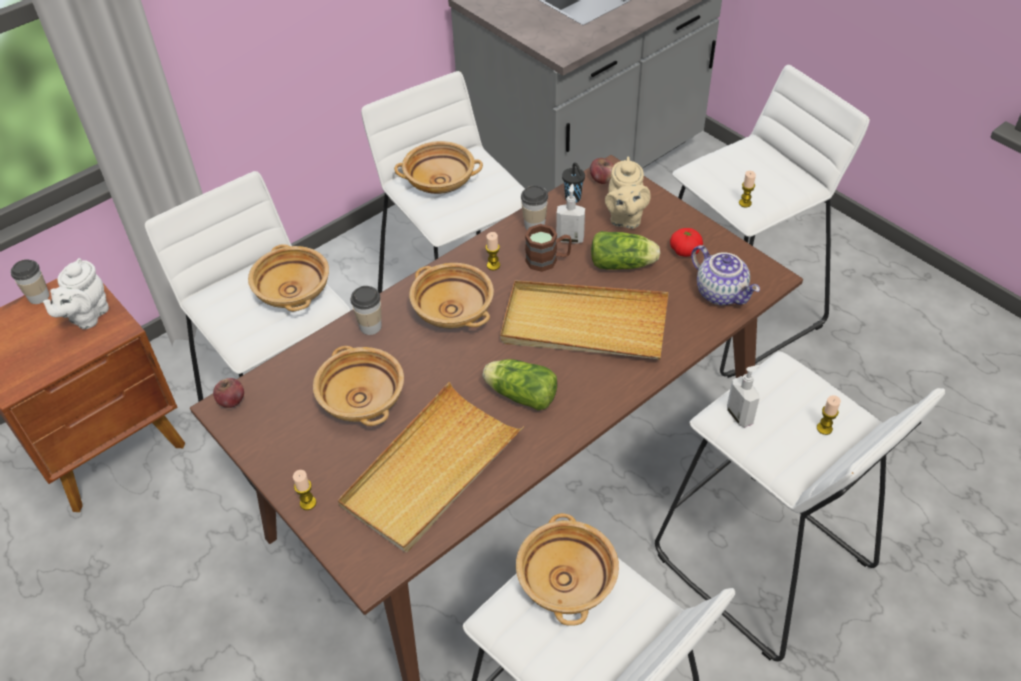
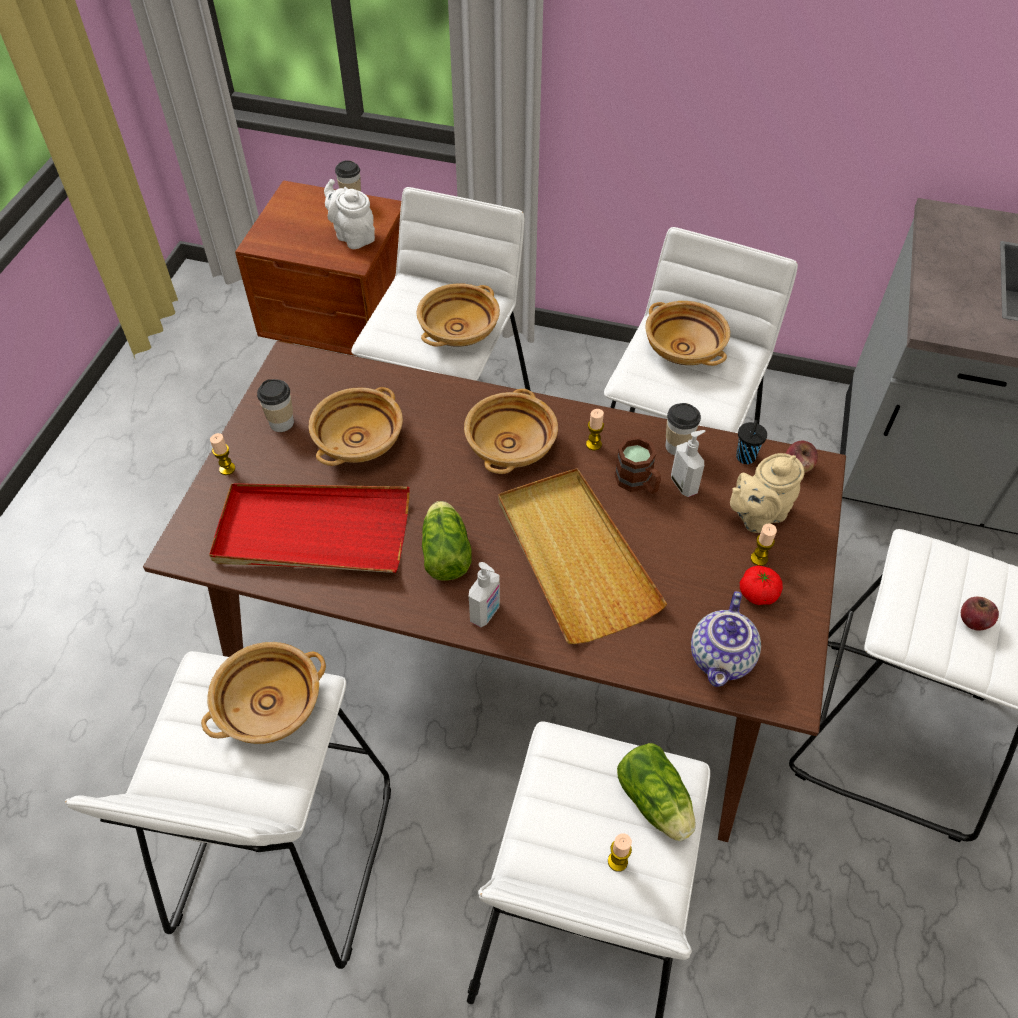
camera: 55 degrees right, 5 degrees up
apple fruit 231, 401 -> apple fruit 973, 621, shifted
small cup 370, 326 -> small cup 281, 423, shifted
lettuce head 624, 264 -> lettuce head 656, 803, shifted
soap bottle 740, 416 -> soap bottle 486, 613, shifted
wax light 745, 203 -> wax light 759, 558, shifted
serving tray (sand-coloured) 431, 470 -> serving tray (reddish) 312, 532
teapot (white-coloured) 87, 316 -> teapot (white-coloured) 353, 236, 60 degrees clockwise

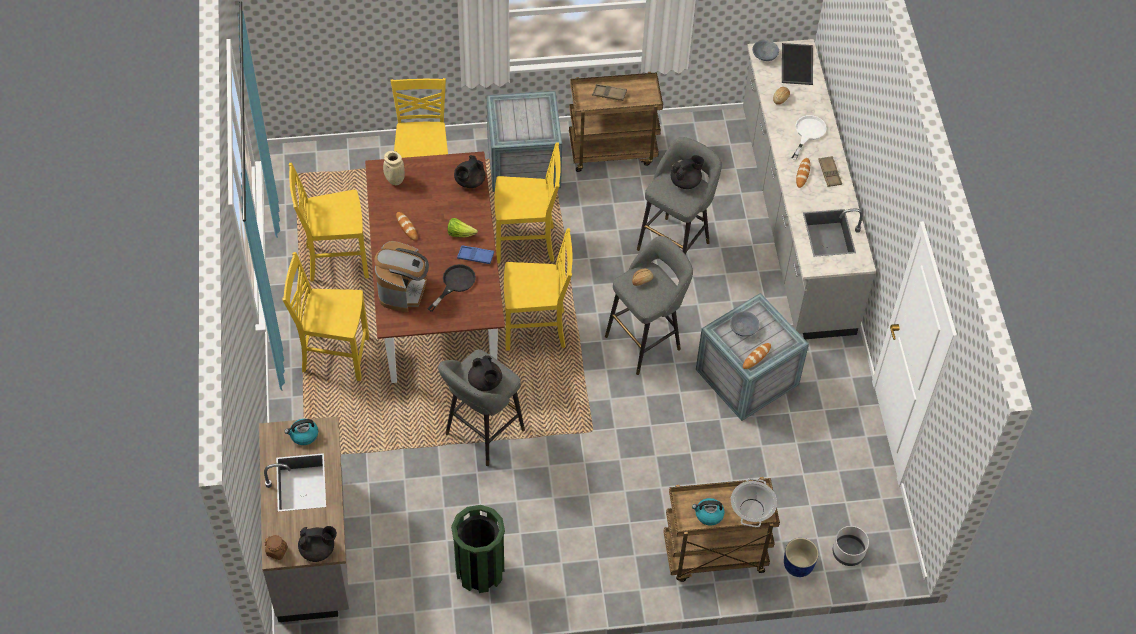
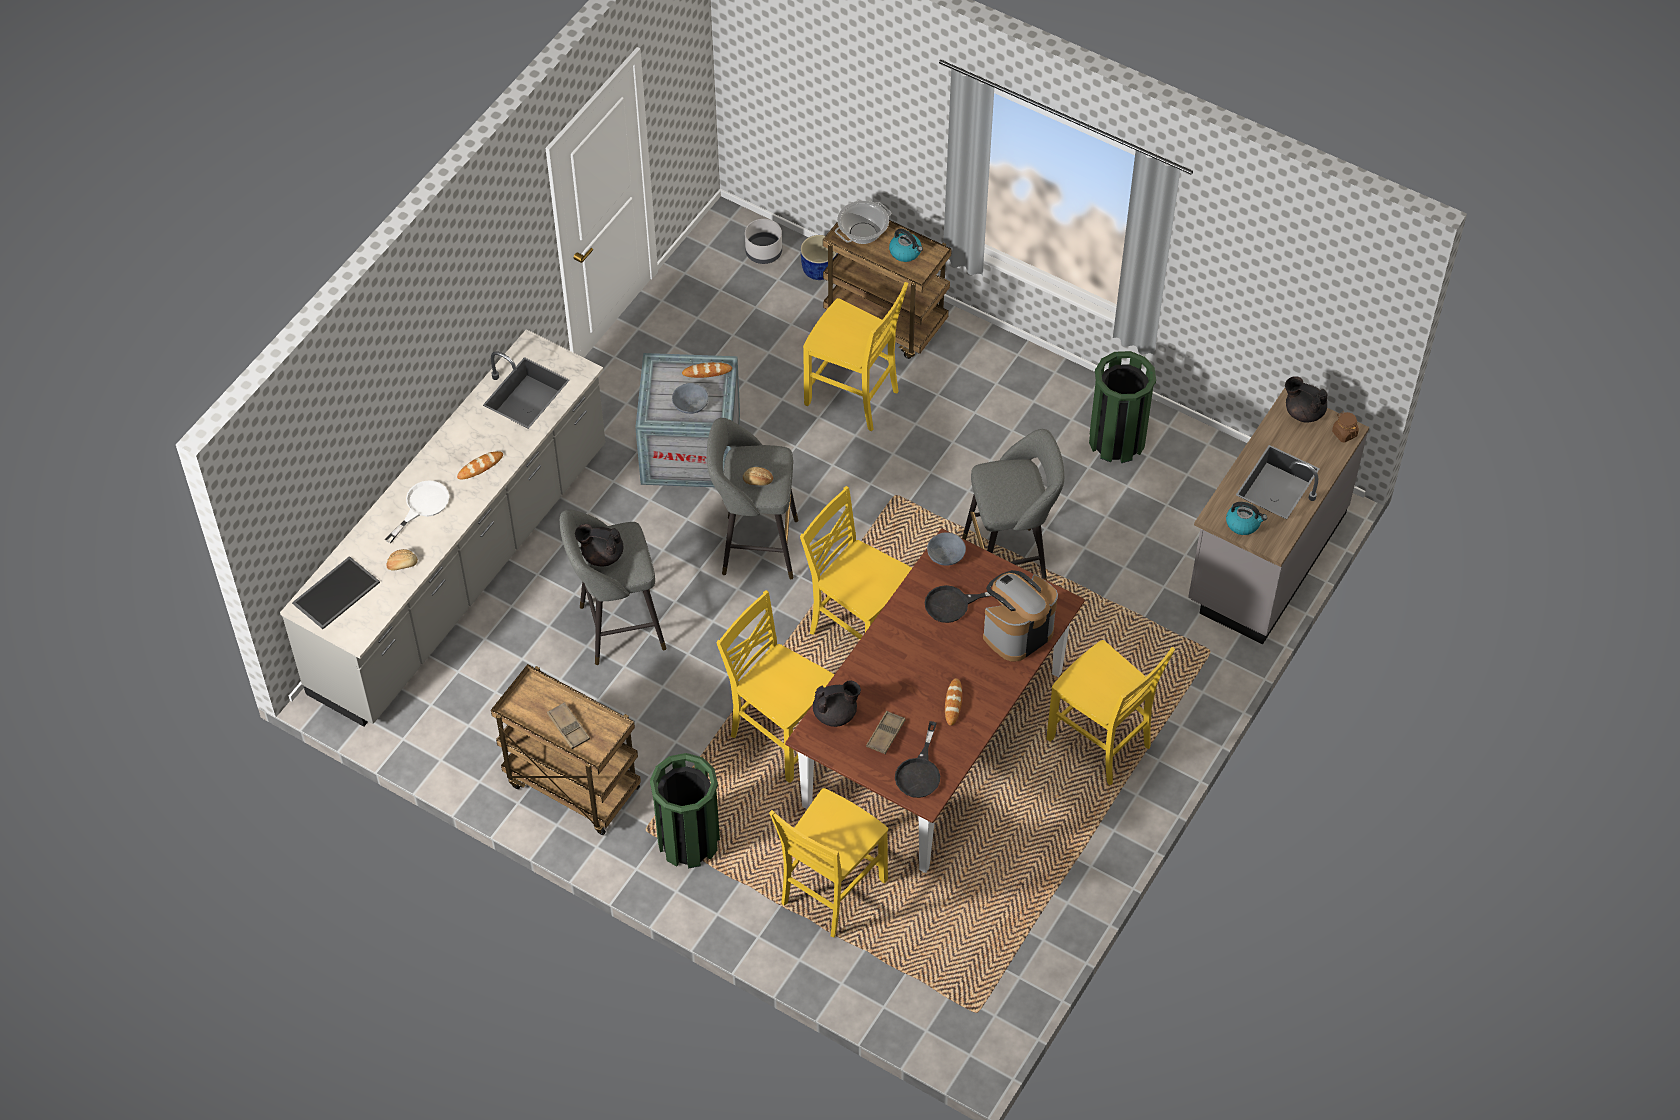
camera: 140 degrees left, 0 degrees up
lettuce head 460, 233 -> none
serving tray (blue-coloured) 475, 256 -> none
teapot (black) 485, 382 -> none
chair (yellow-coloured) 335, 260 -> chair (yellow-coloured) 854, 398, shifted
bowl (gray) 764, 56 -> bowl (gray) 946, 555, shifted
serving tray (brown-coloured) 829, 173 -> serving tray (brown-coloured) 885, 734, shifted
vase (sand-coloured) 394, 180 -> pan (black) 919, 772
shipping crate 523, 163 -> waste bin (green) 688, 841
pan (white-coloured) 808, 133 -> pan (white-coloured) 422, 506, 150 degrees clockwise

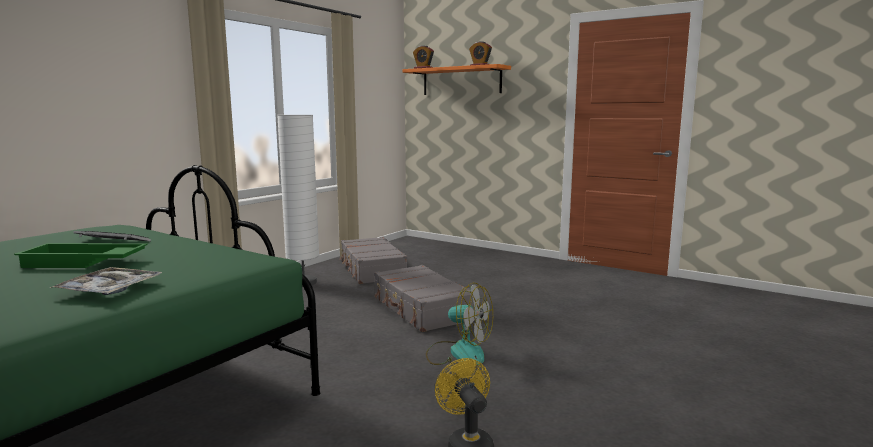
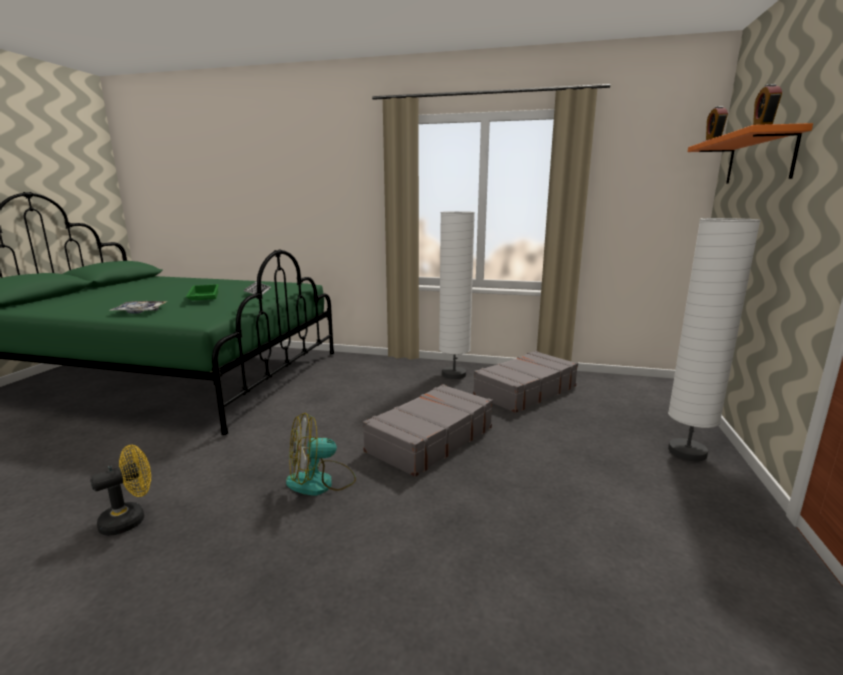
camera: 70 degrees right, 5 degrees up
none -> standing lamp (white-coloured) 687, 452
electric fan 458, 352 -> electric fan 321, 482, 60 degrees clockwise

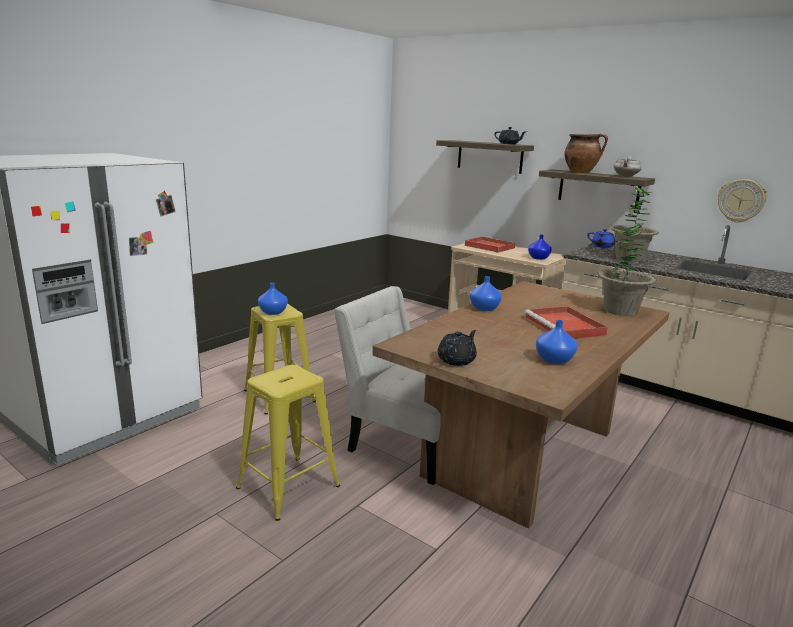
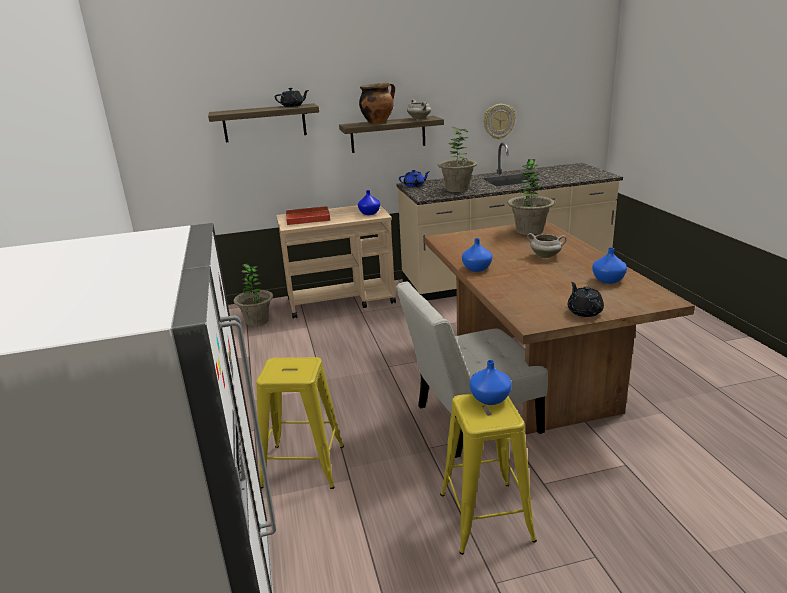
camera: 50 degrees left, 5 degrees up
none -> houseplant 257, 321
vase (blue-coloured) 273, 312 -> vase (blue-coloured) 491, 398, shifted
serving tray (reddish) 565, 326 -> cooking pot (white-coloured) 546, 256

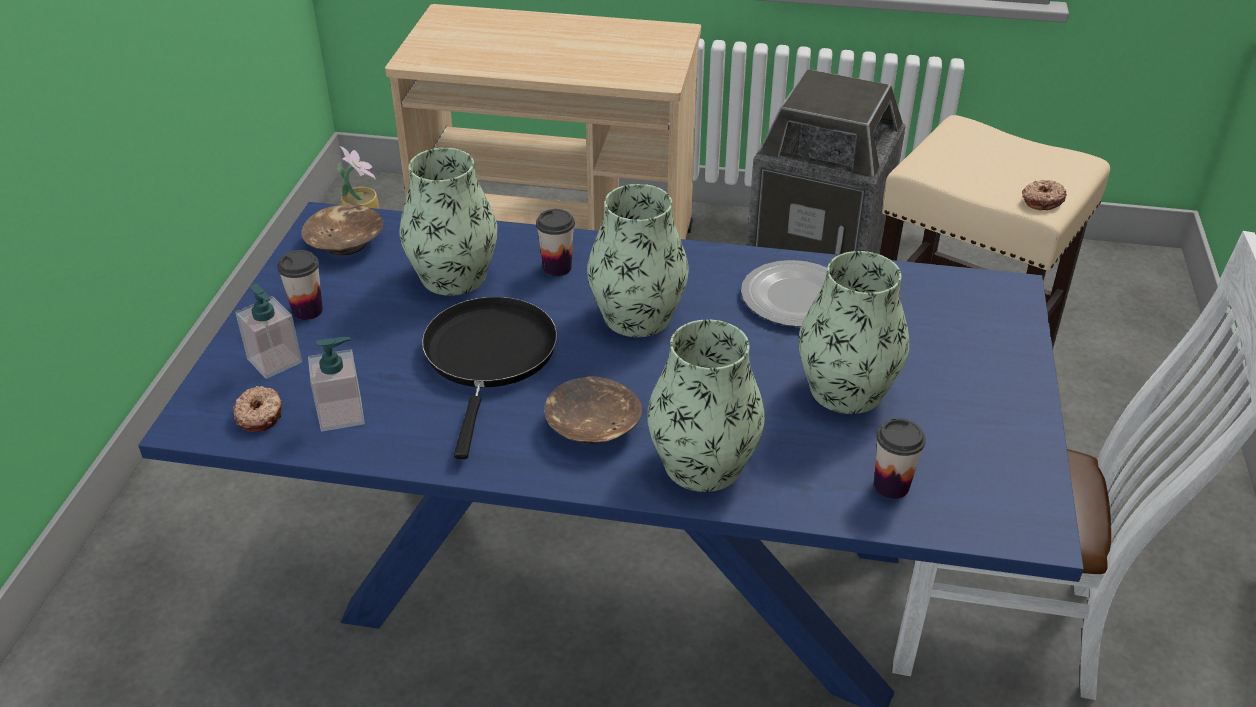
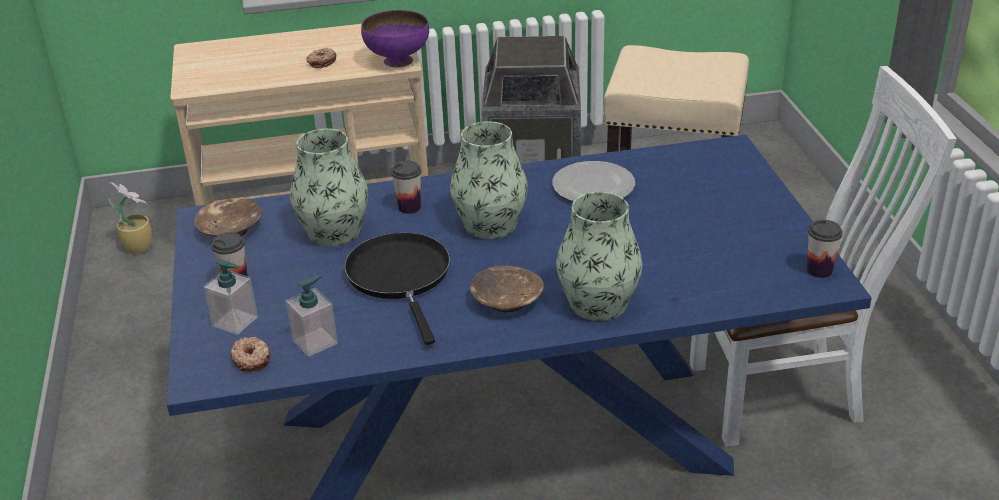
camera: 20 degrees left, 5 degrees down
vase 846, 389 -> none
none -> bowl (purple) 397, 61
small cup 891, 486 -> small cup 819, 270, shifted
donut 1041, 200 -> donut 321, 62, shifted

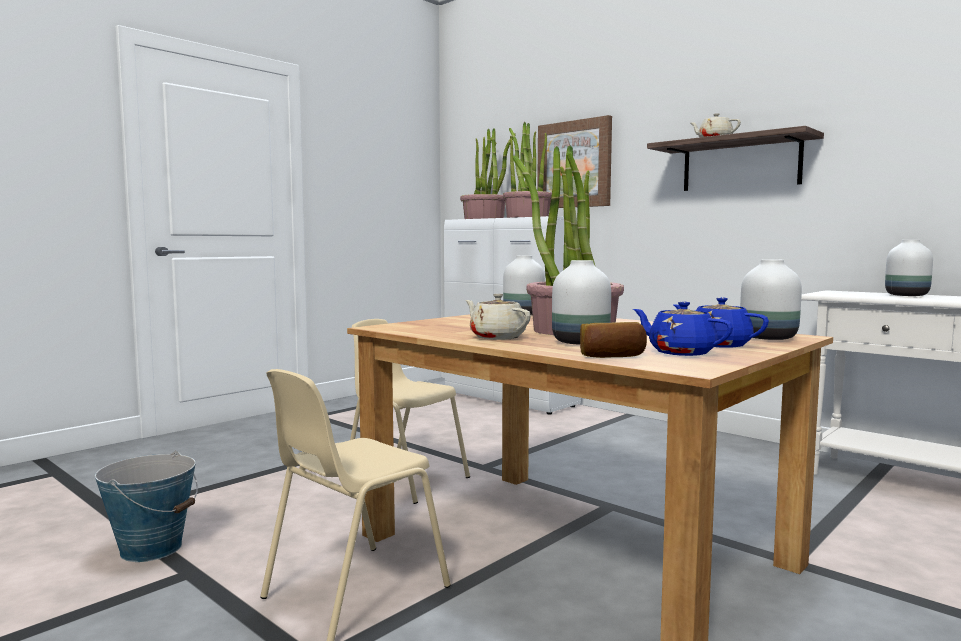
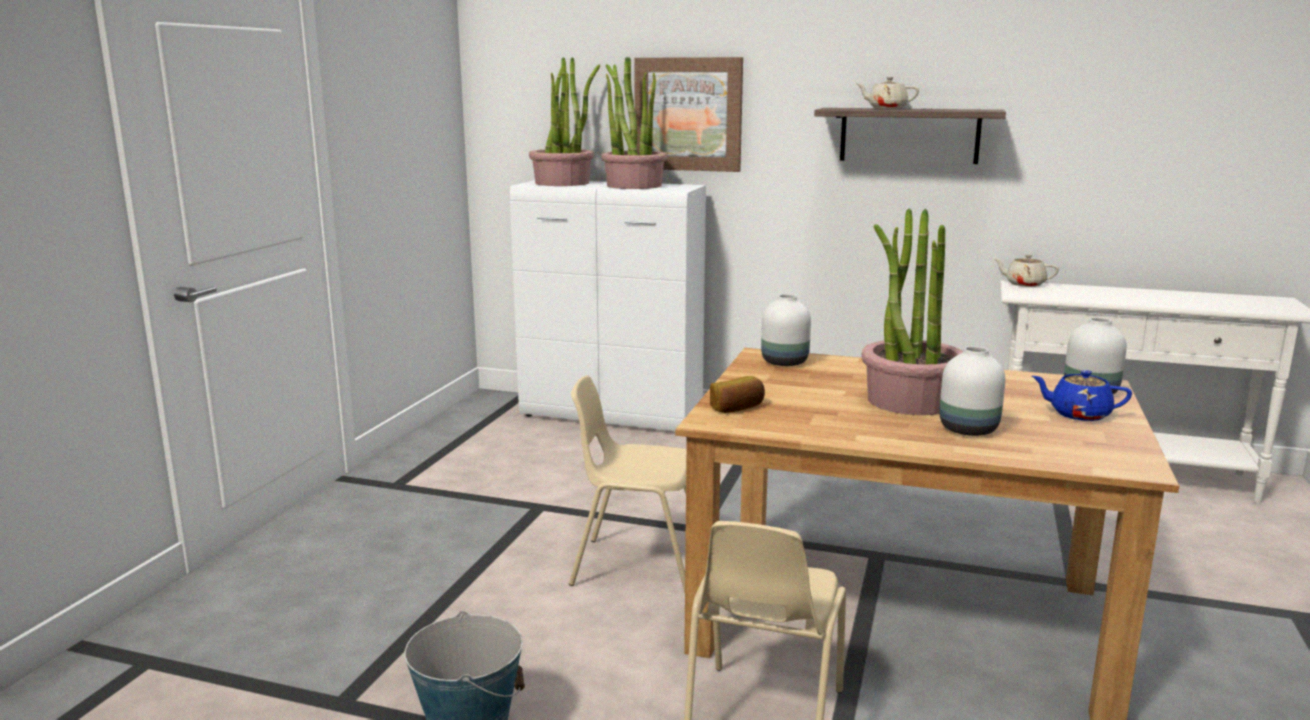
camera: 25 degrees left, 10 degrees up
teapot (blue-coloured) 680, 352 -> none
vase (white-coloured) 905, 295 -> none
teapot (sand-coloured) 496, 337 -> teapot (sand-coloured) 1024, 284, shifted
bread 612, 356 -> bread 737, 408, shifted

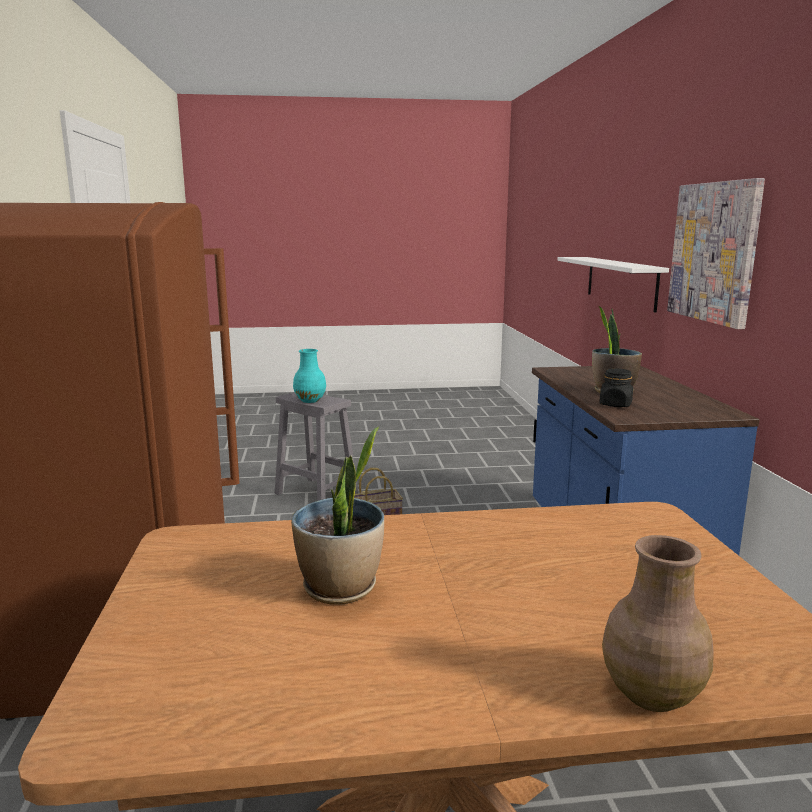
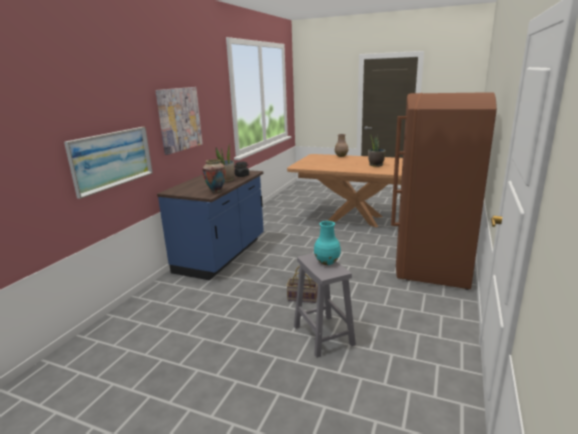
camera: 150 degrees left, 5 degrees up
none -> vase 216, 191
shelf (white-coloured) 620, 282 -> wall picture 112, 159

